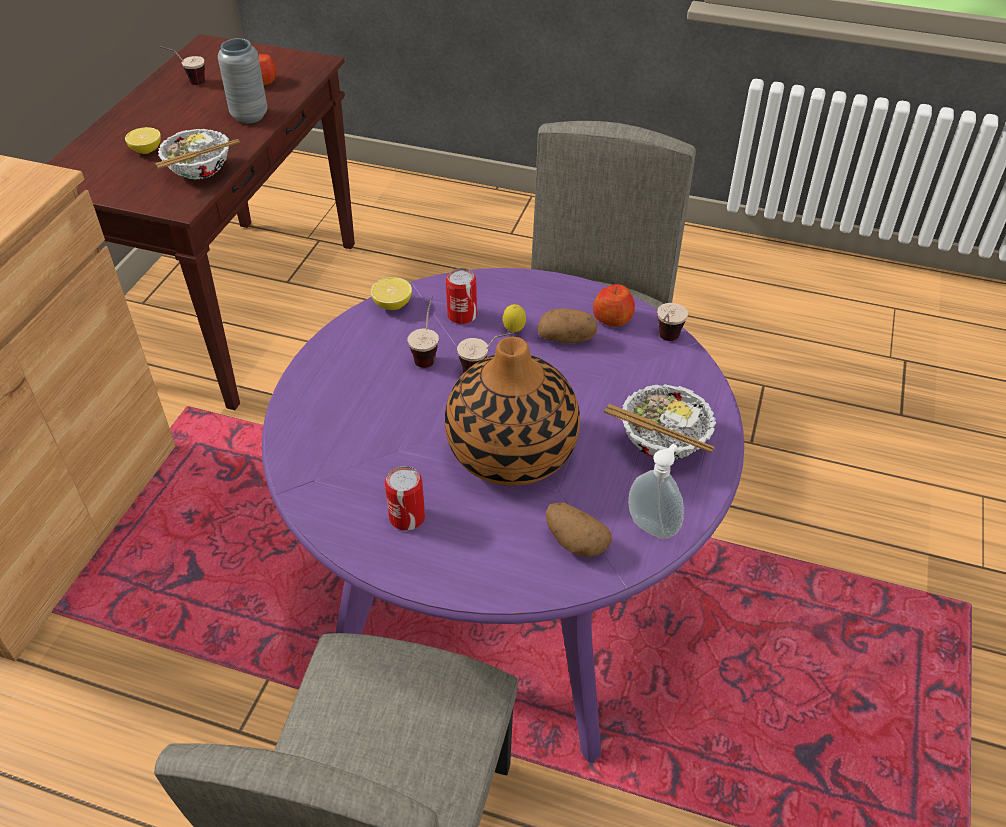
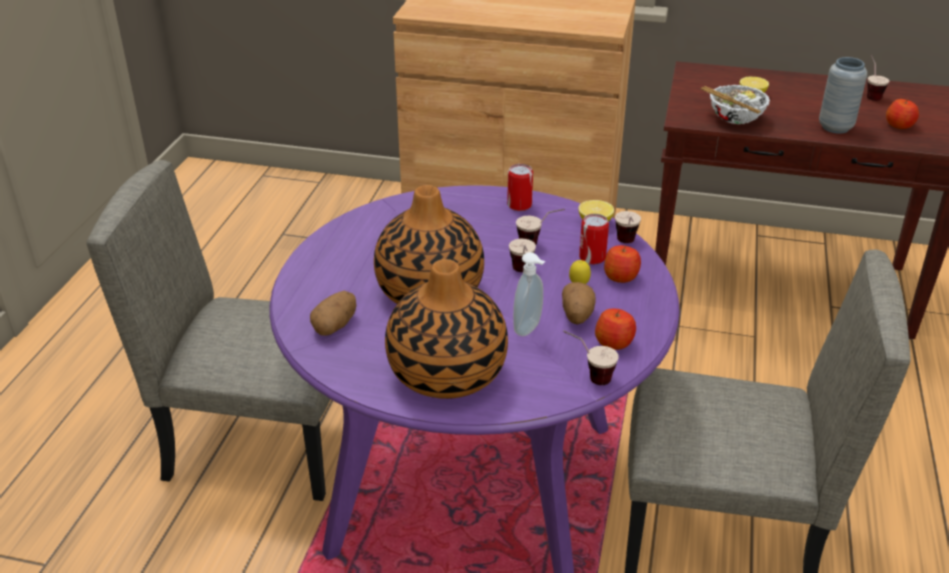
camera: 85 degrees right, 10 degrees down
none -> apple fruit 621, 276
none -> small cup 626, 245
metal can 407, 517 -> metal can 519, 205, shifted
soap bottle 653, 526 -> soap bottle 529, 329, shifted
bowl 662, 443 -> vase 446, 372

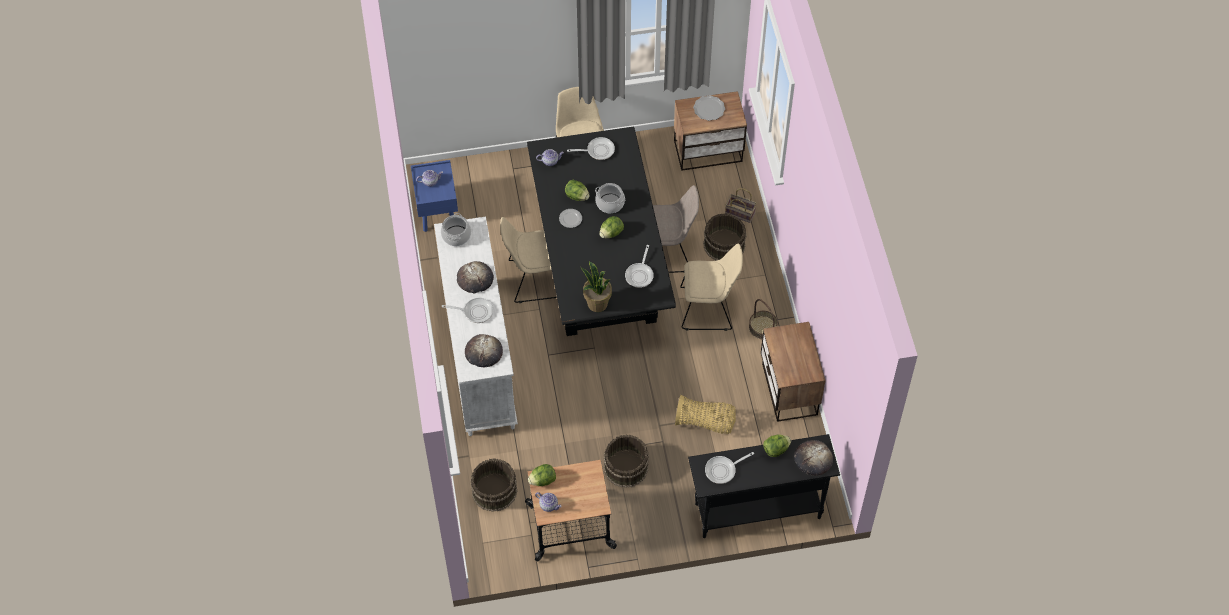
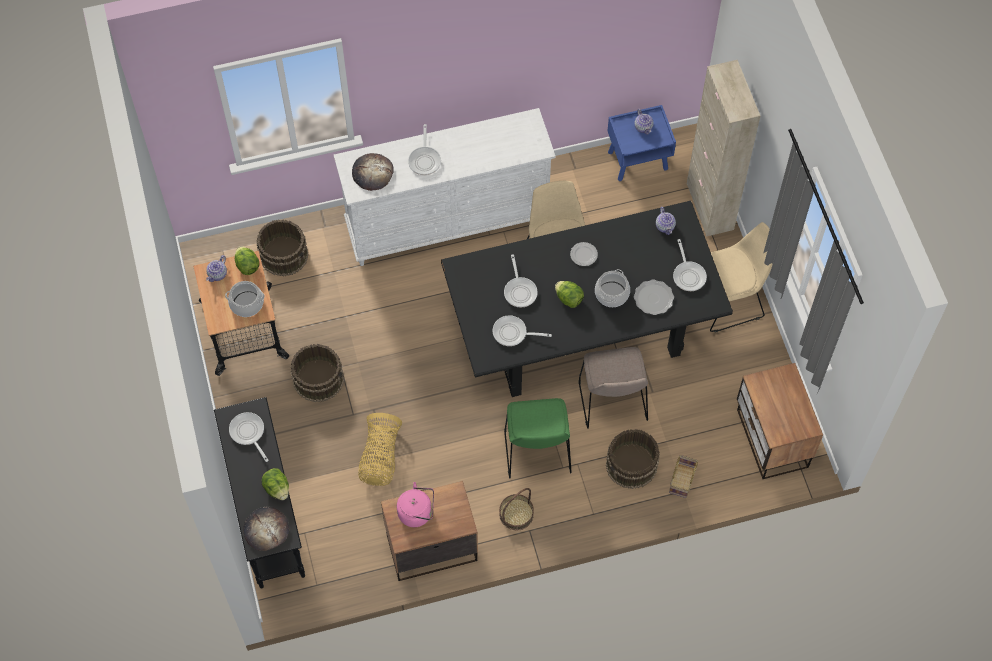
camera: 85 degrees right, 5 degrees up
bread 475, 279 -> none
lettuce head 577, 196 -> none
houseplant 597, 304 -> none
none -> tea kettle (pink-coloured) 417, 513
none -> pan 520, 291
none -> cupboard (sand-coloured) 709, 206
cooking pot 456, 236 -> cooking pot 246, 304, shifted
plate 709, 109 -> plate 653, 298, shifted
chair (sand-coloured) 709, 308 -> chair (green) 537, 452

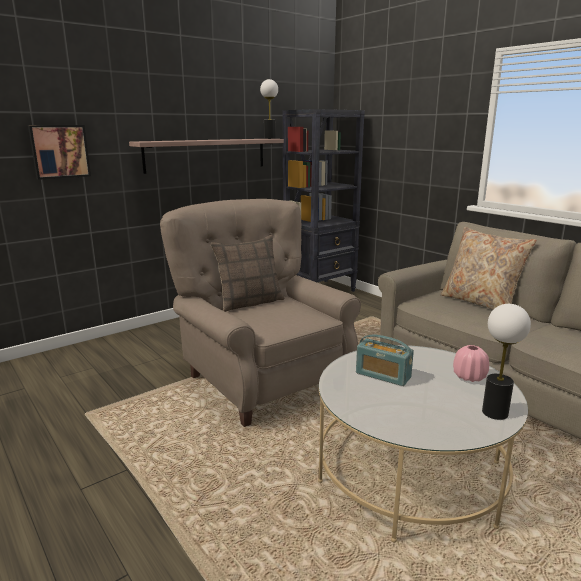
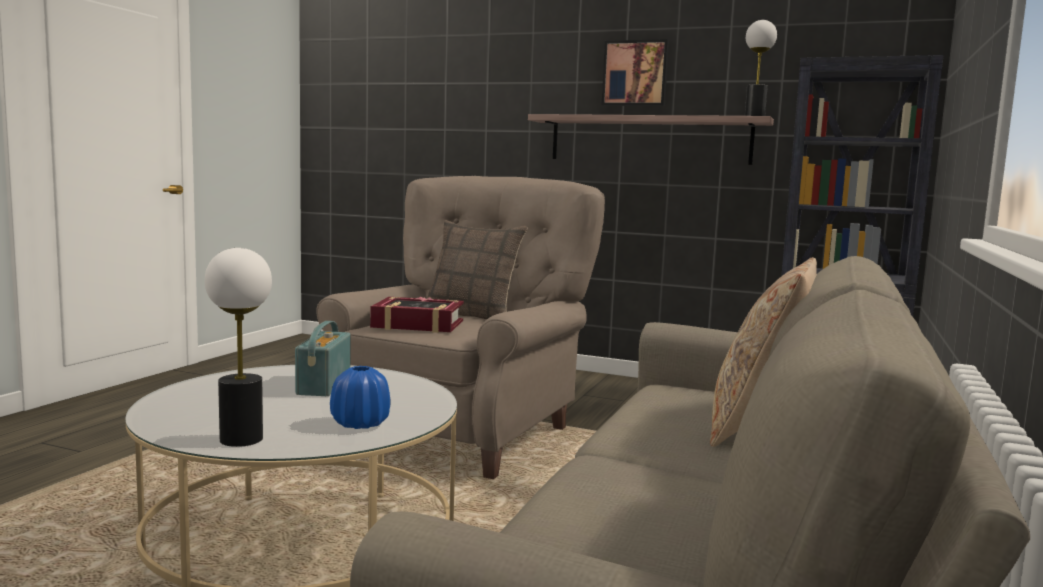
camera: 60 degrees right, 10 degrees down
none -> volume 418, 324
wall picture 59, 151 -> wall picture 635, 73, shifted
vase (pink-coloured) 469, 377 -> vase (blue-coloured) 360, 424

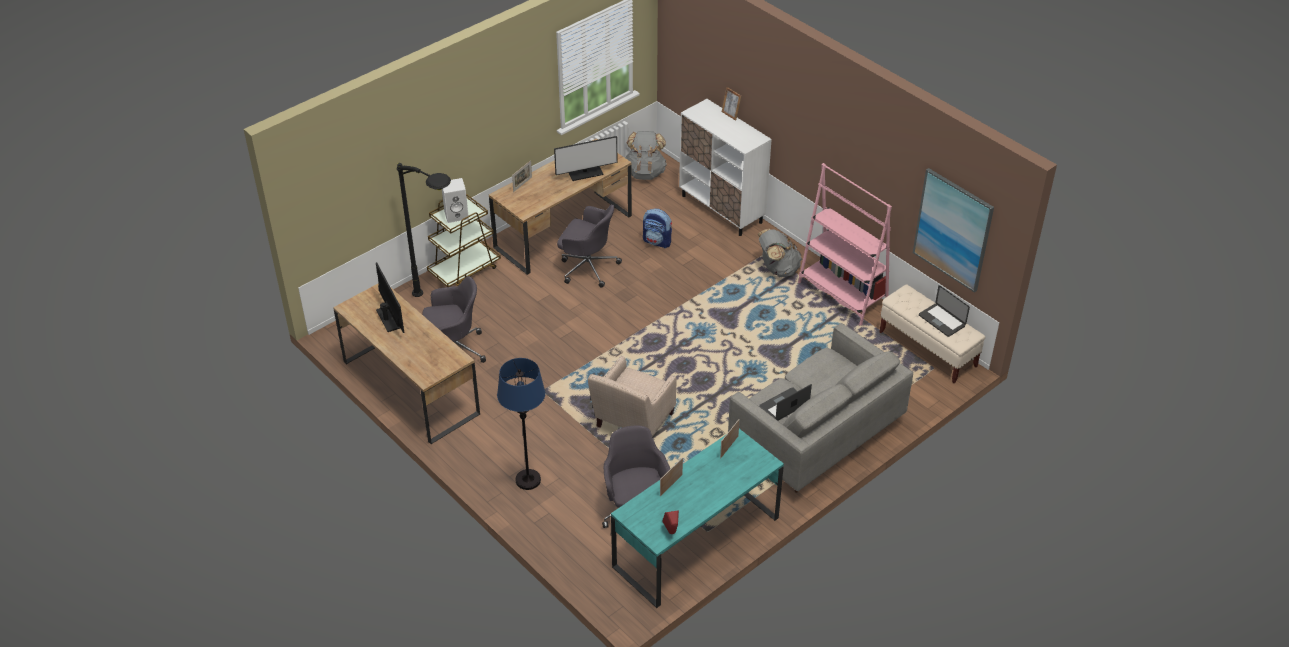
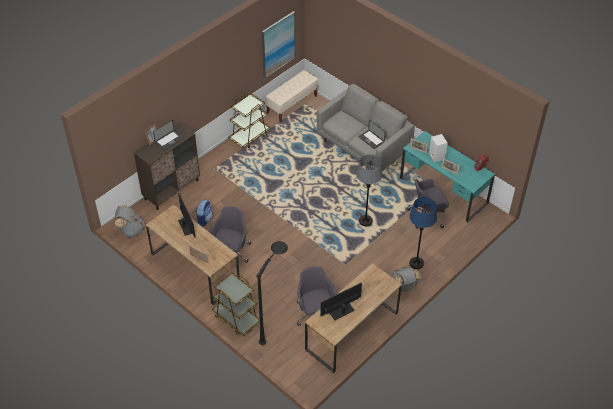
camera: 95 degrees left, 5 degrees up
loudspeaker (white-coloured) 457, 214 -> loudspeaker (white-coloured) 436, 156, shifted
rucksack (gray) 778, 269 -> rucksack (gray) 403, 287, shifted
laptop 941, 321 -> laptop 169, 141, shifted
armchair (sand-coloured) 632, 424 -> standing lamp (gray) 365, 221
bookshelf (pink-coloured) 842, 294 -> trolley (brown-coloured) 249, 136
cupboard (white-coloured) 722, 209 -> cupboard (brown-coloured) 172, 190

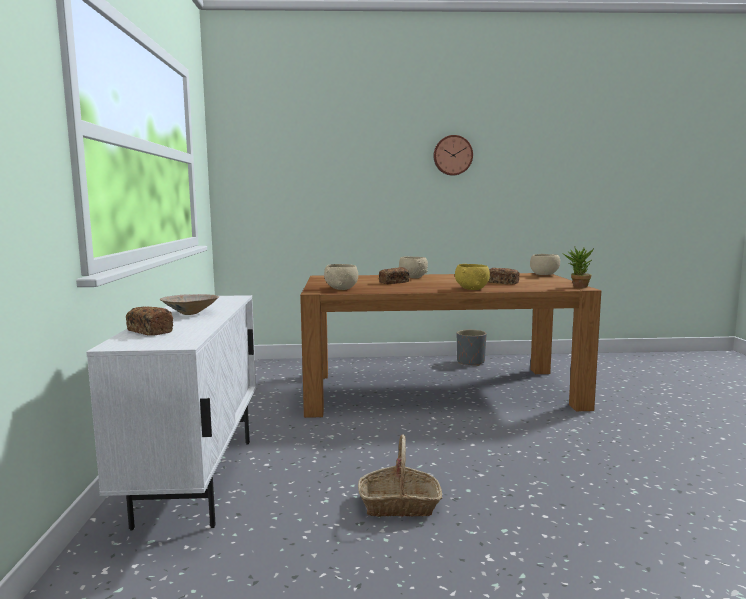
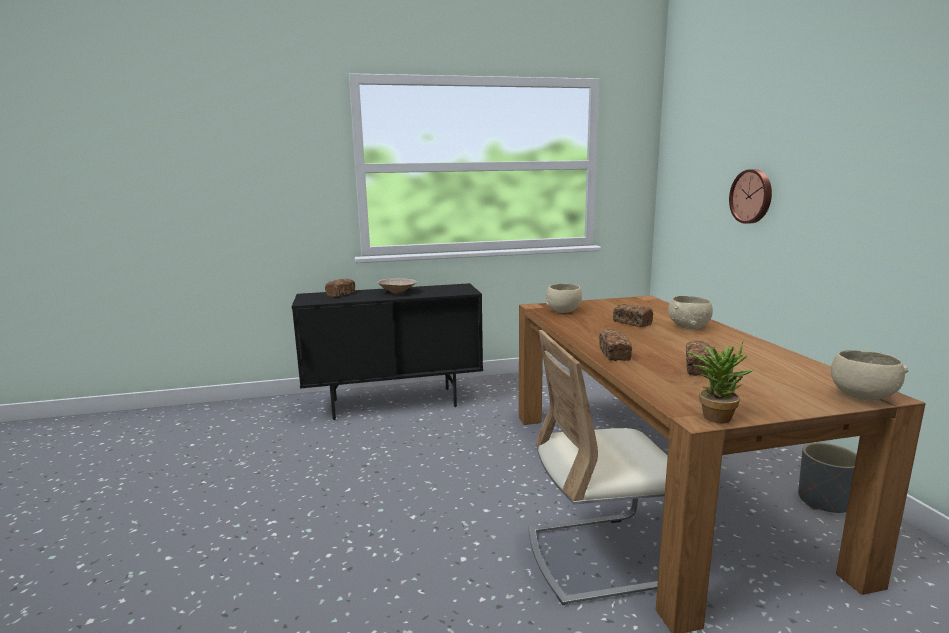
camera: 80 degrees right, 5 degrees up
basket 399, 504 -> none
none -> chair (sand-coloured) 602, 556
clock on the wall 452, 155 -> clock on the wall 752, 196, shifted
bowl (yellow-coloured) 472, 289 -> bread 614, 354
cupboard (white-coloured) 198, 480 -> cupboard (black) 394, 403

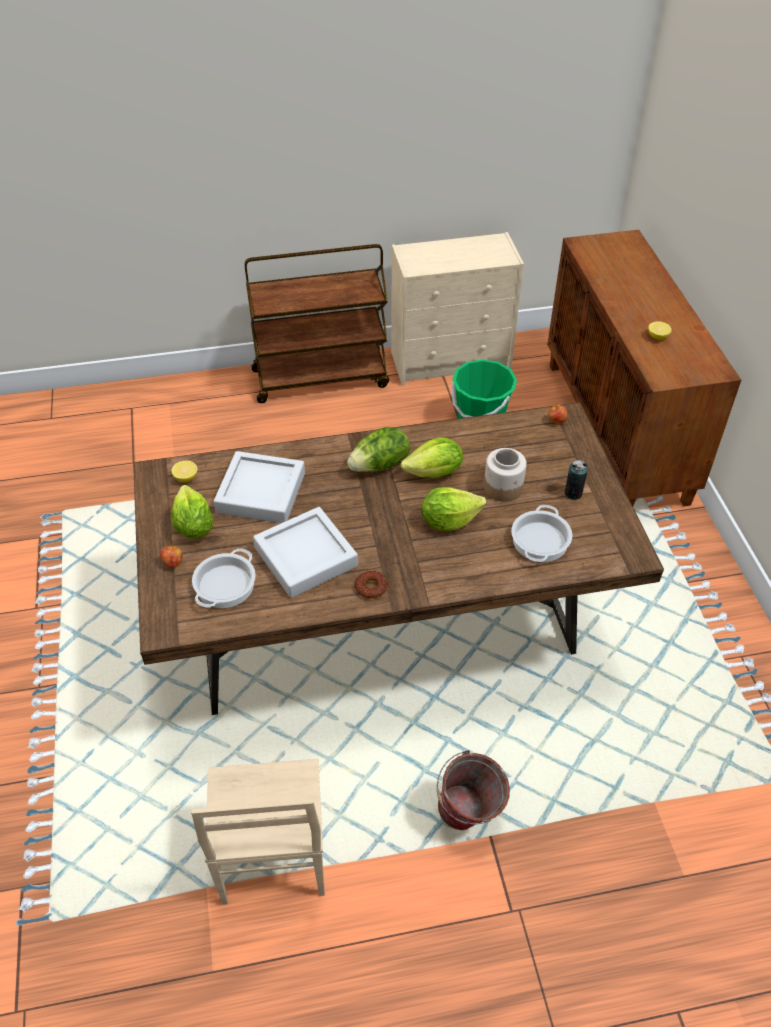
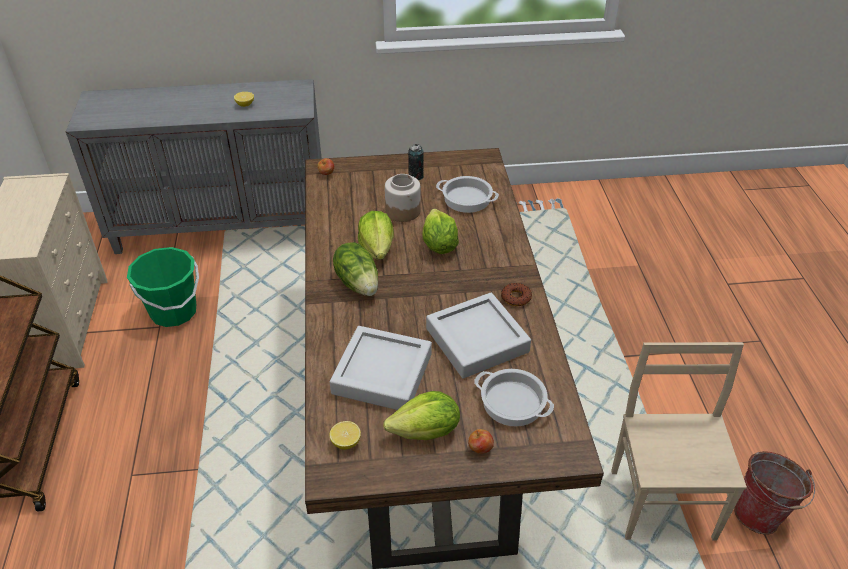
camera: 85 degrees left, 5 degrees down
pail 468, 818 -> pail 762, 513, shifted
cupboard (brown-coloured) 617, 432 -> cupboard (gray) 223, 226
chair (sand-coloured) 271, 858 -> chair (sand-coloured) 663, 502, 90 degrees counterclockwise

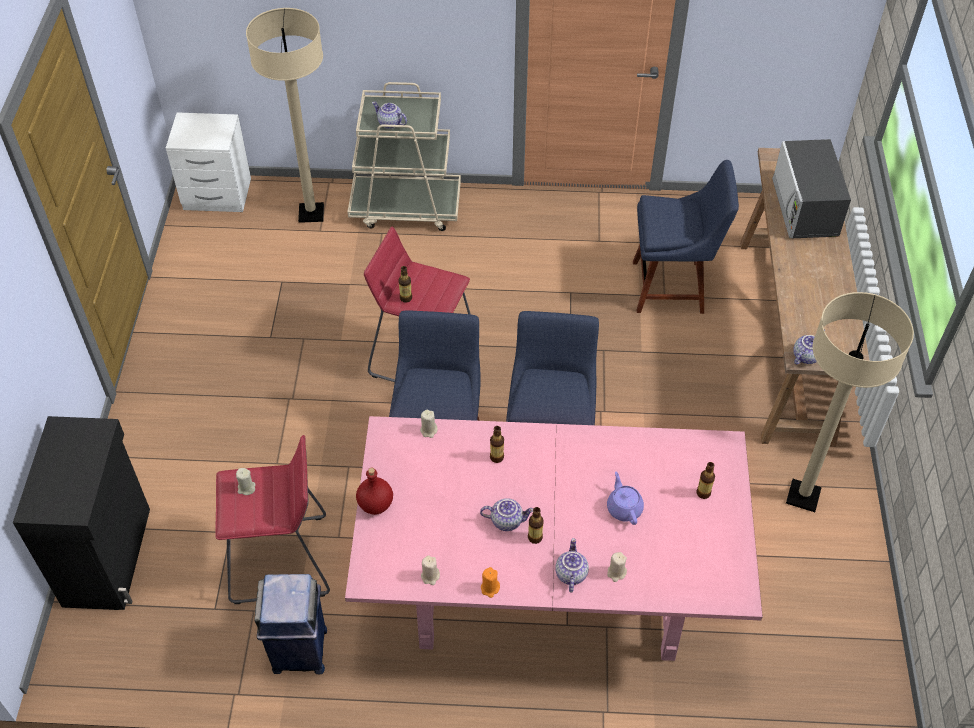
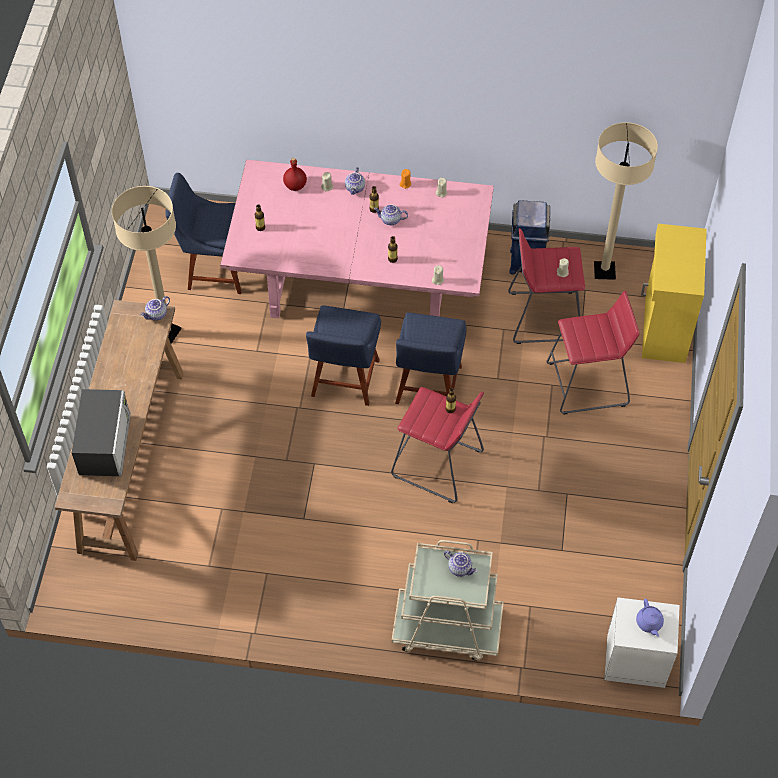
camera: 175 degrees left, 5 degrees up
none -> stool (reddish) 587, 384
standing lamp (sand-coloured) 311, 213 -> standing lamp (sand-coloured) 604, 271, shifted
bottle (reddish) 376, 505 -> bottle (reddish) 295, 185, shifted
teapot (purple) 624, 508 -> teapot (purple) 649, 623, shifted
chair (blue-coloured) 673, 287 -> chair (blue-coloured) 214, 269, shifted
cupboard (black) 109, 556 -> cupboard (yellow-coloured) 663, 328

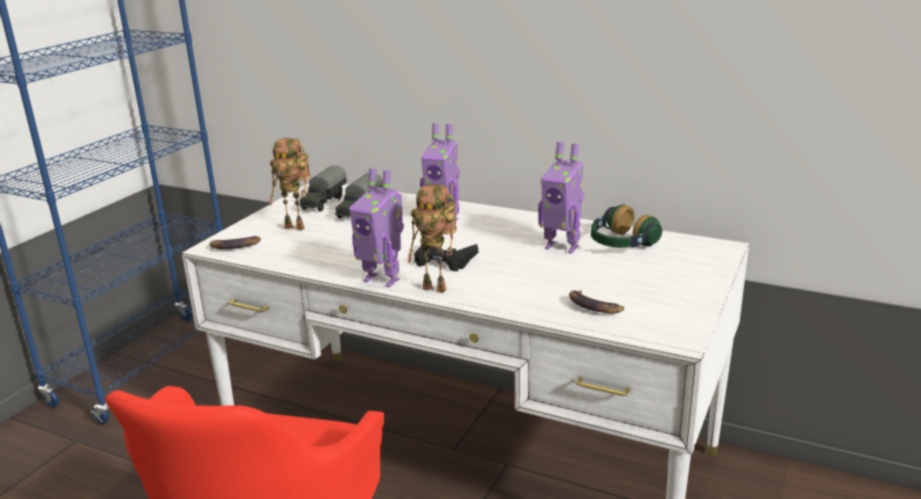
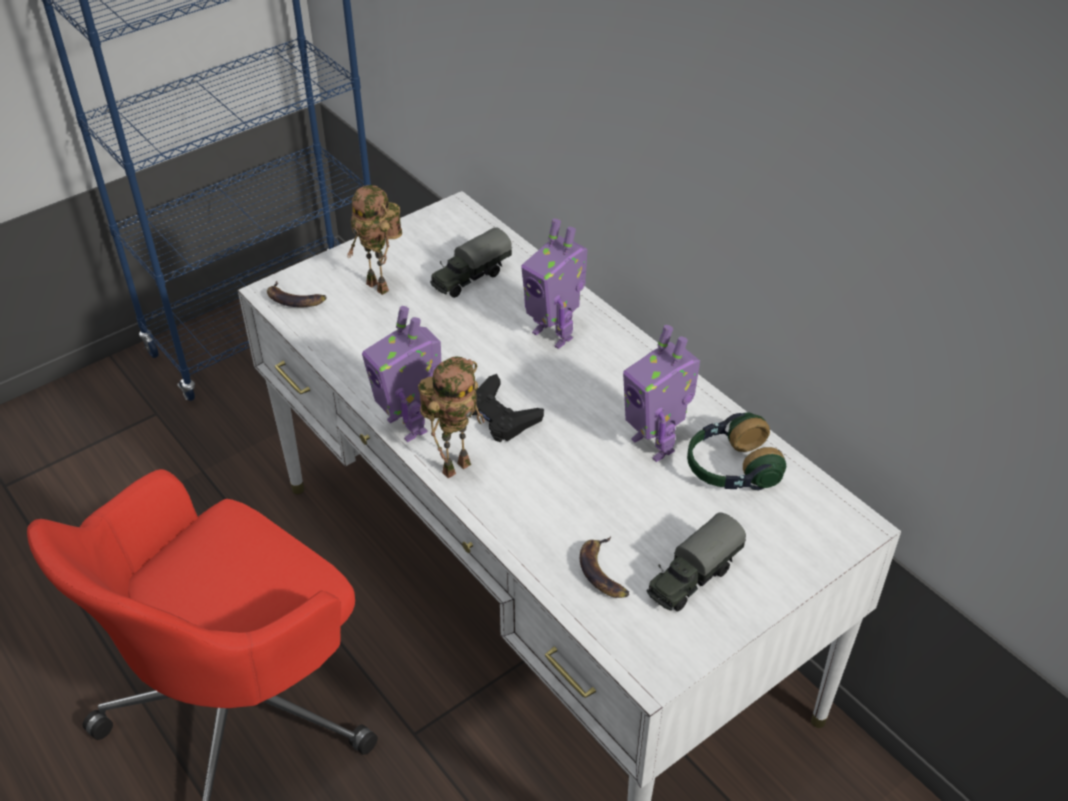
camera: 25 degrees right, 20 degrees up
toy truck 323, 202 -> toy truck 692, 578, shifted
model robot 437, 288 -> model robot 456, 465, 90 degrees counterclockwise

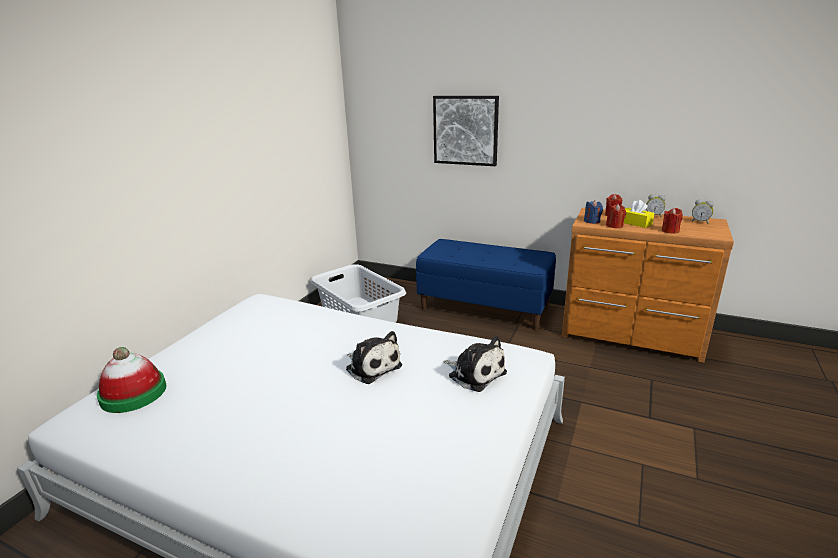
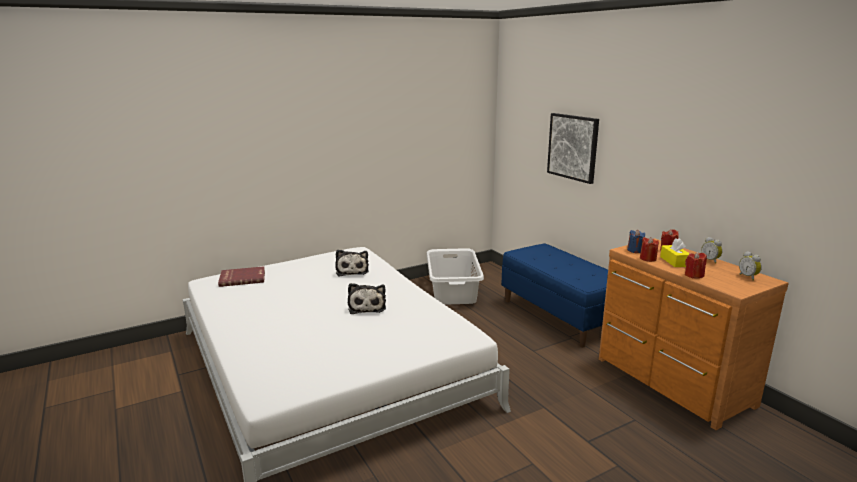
camera: 35 degrees right, 5 degrees down
cuddly toy 475, 373 -> cuddly toy 352, 271, shifted
hat 133, 393 -> volume (reddish) 242, 278

